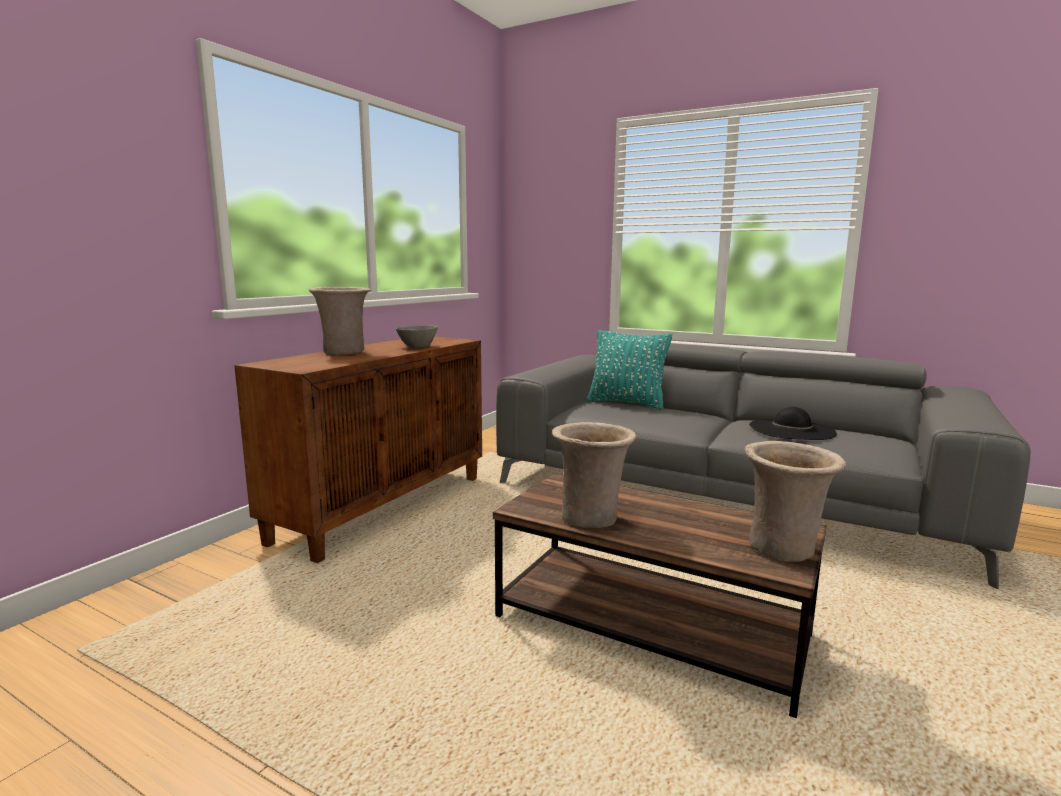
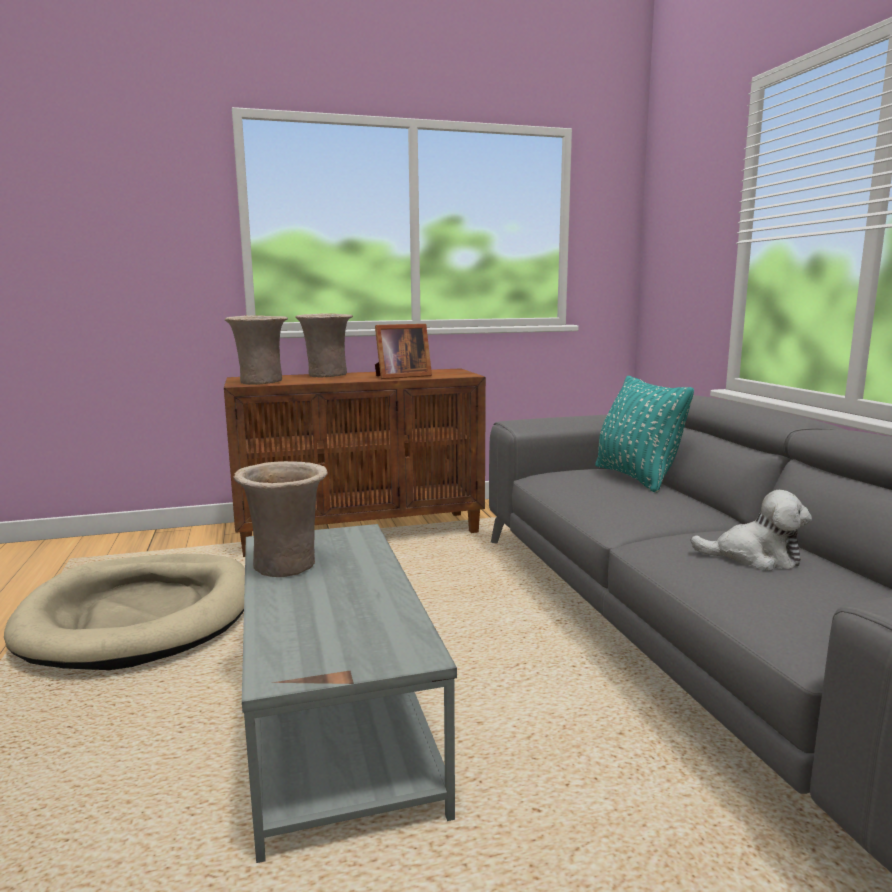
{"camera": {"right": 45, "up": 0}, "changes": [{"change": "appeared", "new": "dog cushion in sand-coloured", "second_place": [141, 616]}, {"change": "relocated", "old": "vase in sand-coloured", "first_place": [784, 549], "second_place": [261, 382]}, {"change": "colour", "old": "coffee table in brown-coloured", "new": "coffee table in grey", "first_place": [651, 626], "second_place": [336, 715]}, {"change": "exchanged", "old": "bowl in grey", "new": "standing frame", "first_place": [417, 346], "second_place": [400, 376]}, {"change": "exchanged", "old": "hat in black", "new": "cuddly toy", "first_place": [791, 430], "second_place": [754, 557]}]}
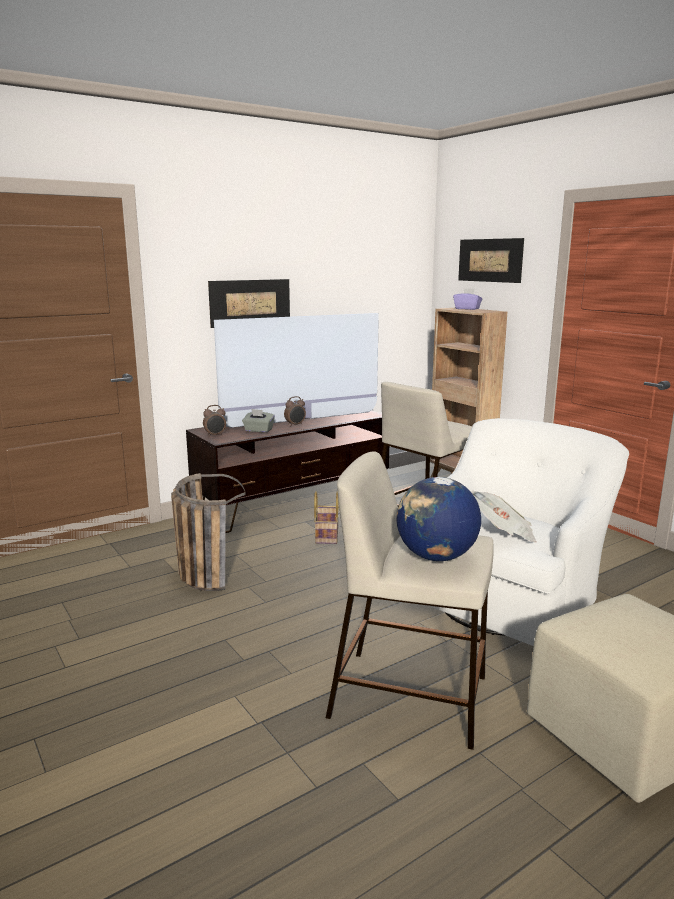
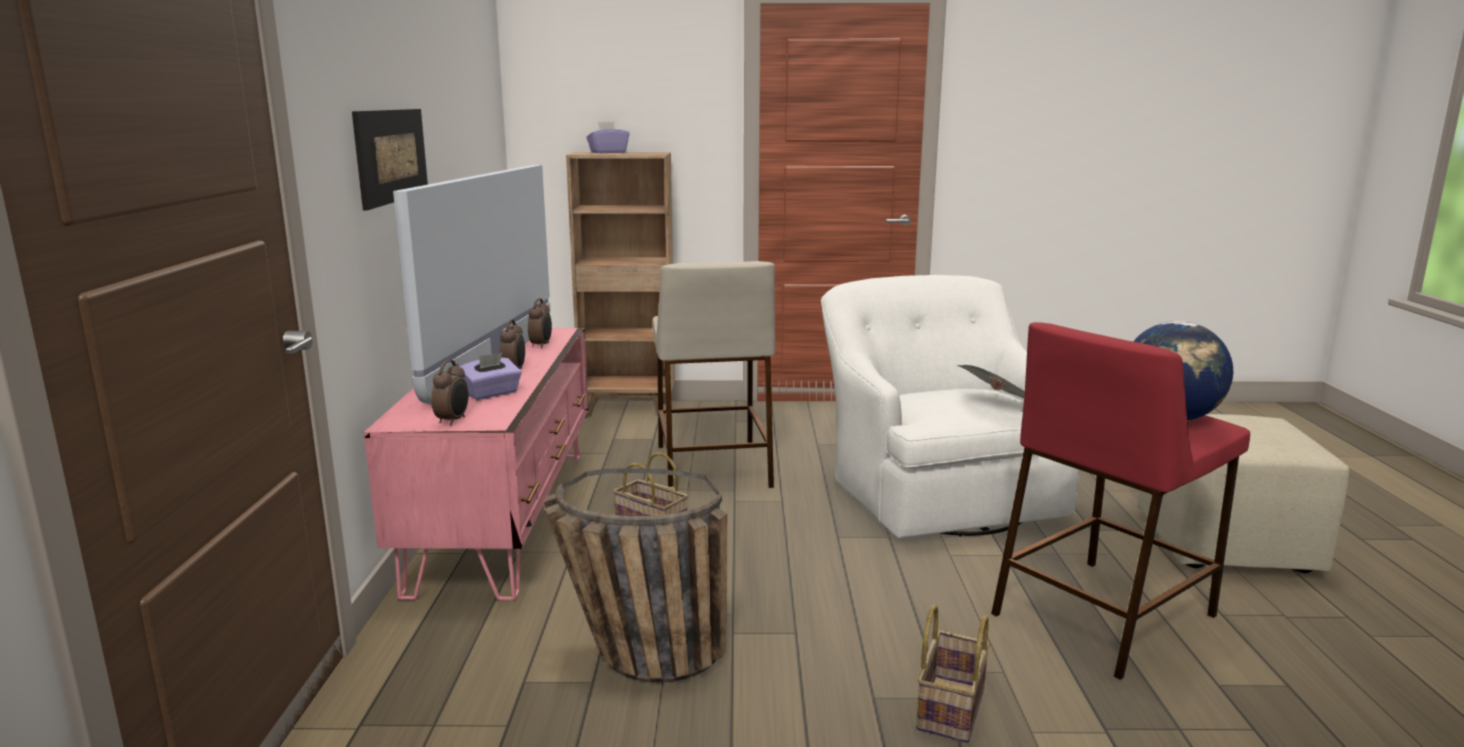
{"camera": {"right": -55, "up": 0}, "changes": [{"change": "colour", "old": "tv stand in brown-coloured", "new": "tv stand in pinkish", "first_place": [294, 504], "second_place": [505, 516]}, {"change": "colour", "old": "tissue box in grey", "new": "tissue box in purple-coloured", "first_place": [258, 430], "second_place": [491, 393]}, {"change": "appeared", "new": "alarm clock", "second_place": [541, 345]}, {"change": "appeared", "new": "basket", "second_place": [949, 707]}, {"change": "colour", "old": "stool seat in sand-coloured", "new": "stool seat in red", "first_place": [411, 696], "second_place": [1104, 613]}, {"change": "missing", "old": "wall art", "first_place": [490, 260]}]}
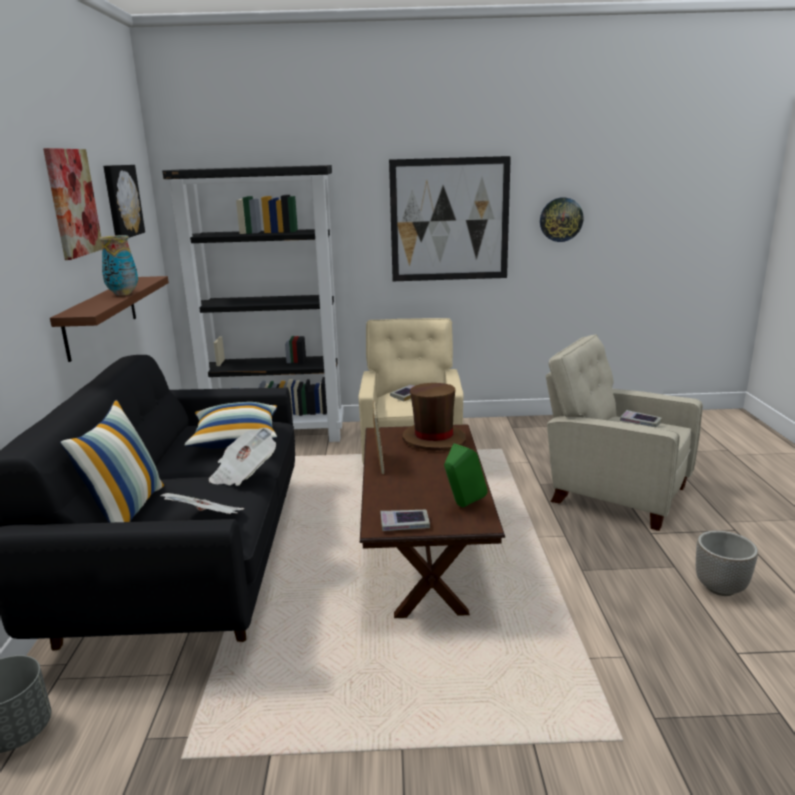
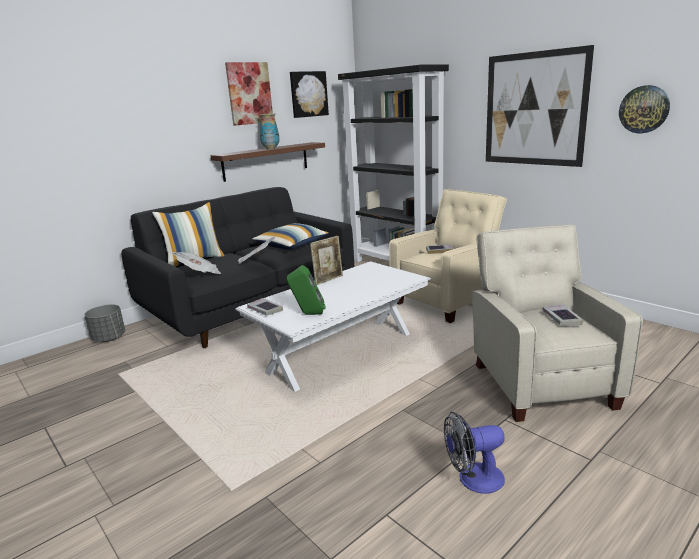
{"camera": {"right": 50, "up": 0}, "changes": [{"change": "colour", "old": "coffee table in brown-coloured", "new": "coffee table in white-coloured", "first_place": [424, 551], "second_place": [341, 353]}, {"change": "exchanged", "old": "planter", "new": "fan", "first_place": [721, 588], "second_place": [473, 479]}, {"change": "missing", "old": "hat in brown-coloured", "first_place": [434, 439]}]}
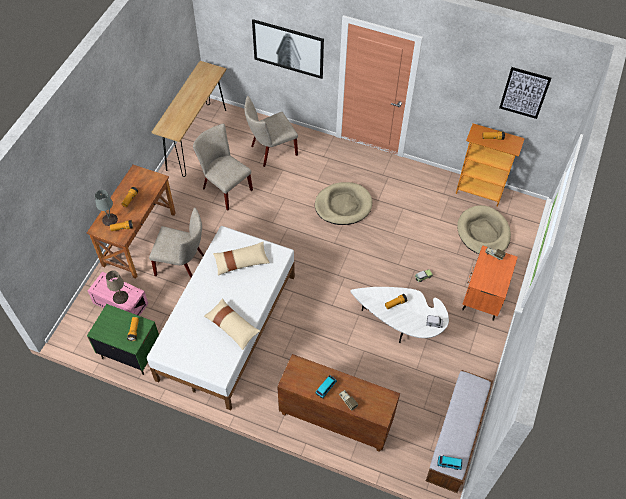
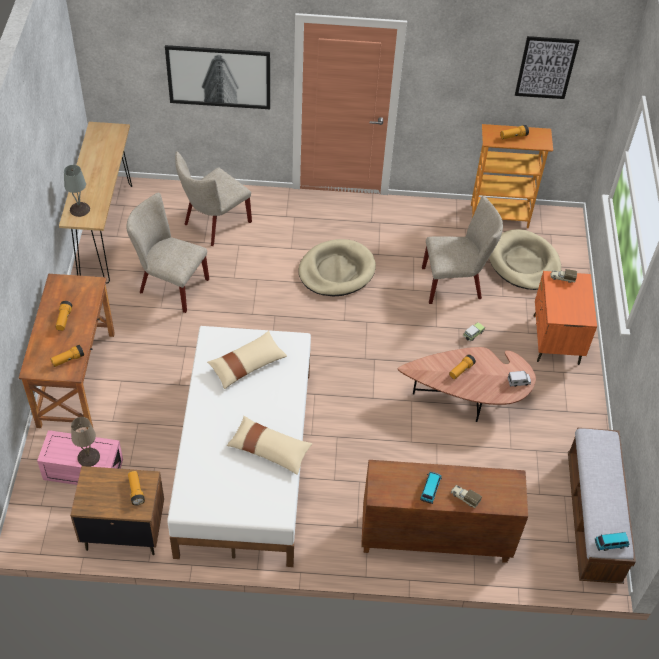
{"camera": {"right": -20, "up": -5}, "changes": [{"change": "relocated", "old": "table lamp in grey", "first_place": [110, 219], "second_place": [80, 209]}, {"change": "colour", "old": "night table in green-coloured", "new": "night table in brown-coloured", "first_place": [130, 352], "second_place": [123, 530]}, {"change": "colour", "old": "coffee table in white-coloured", "new": "coffee table in brown-coloured", "first_place": [401, 323], "second_place": [469, 398]}, {"change": "relocated", "old": "upright chair in sand-coloured", "first_place": [183, 264], "second_place": [456, 283]}]}
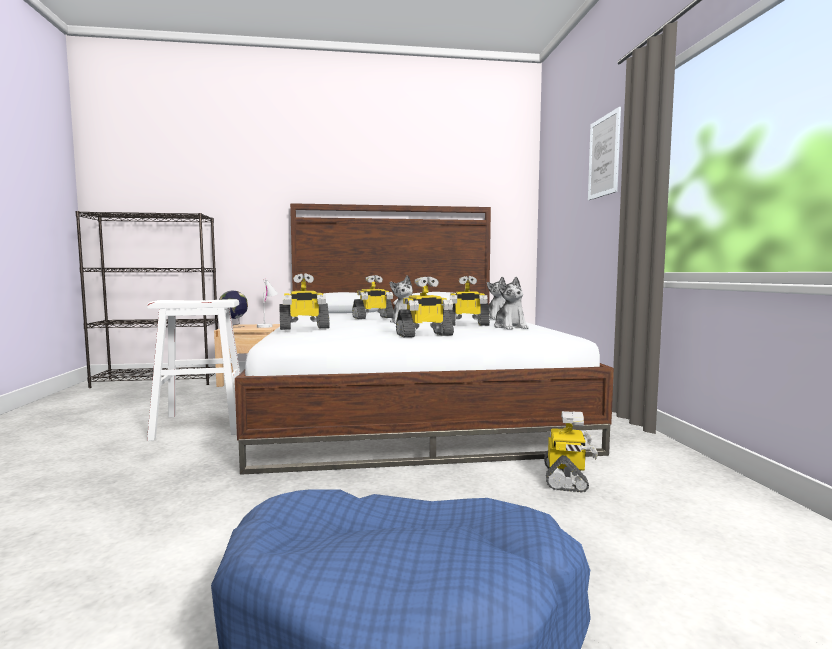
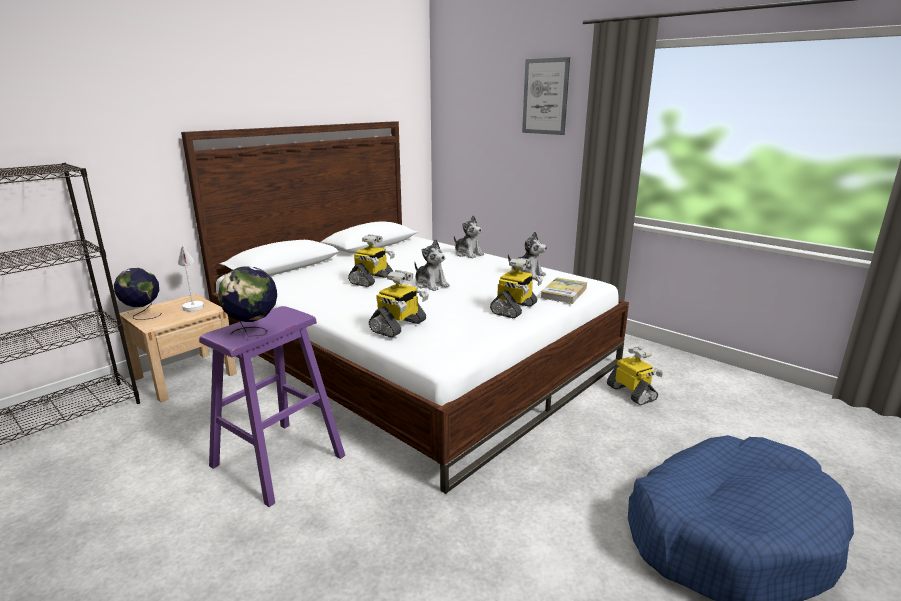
{"camera": {"right": -40, "up": 15}, "changes": [{"change": "colour", "old": "stool seat in white-coloured", "new": "stool seat in purple-coloured", "first_place": [201, 424], "second_place": [278, 460]}, {"change": "appeared", "new": "globe", "second_place": [253, 333]}, {"change": "appeared", "new": "volume", "second_place": [564, 293]}, {"change": "missing", "old": "robot figure", "first_place": [466, 324]}]}
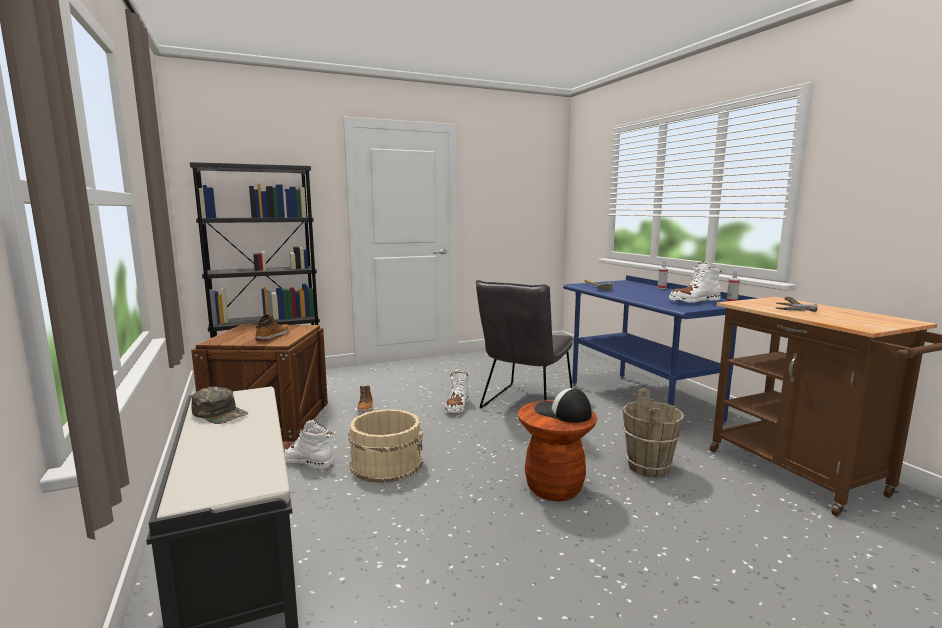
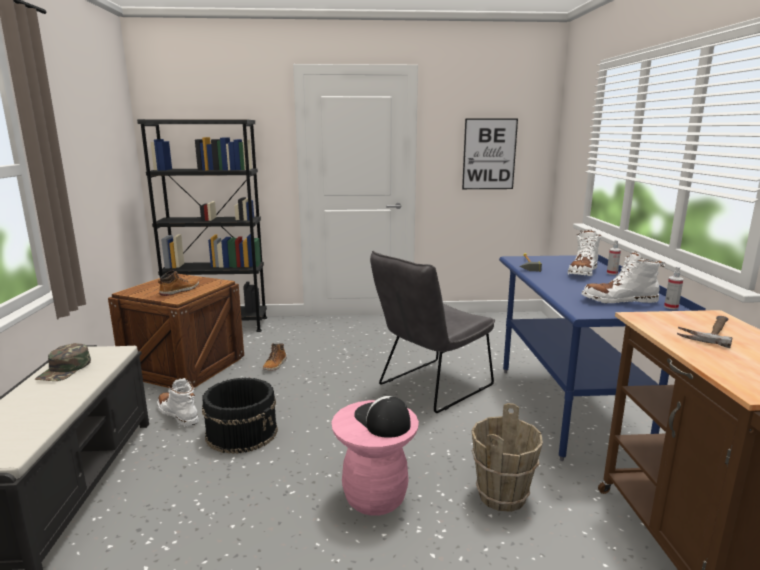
{"camera": {"right": 20, "up": 5}, "changes": [{"change": "spun", "old": "cap in green-coloured", "first_place": [220, 413], "second_place": [65, 370], "degrees": 45}, {"change": "colour", "old": "bucket in sand-coloured", "new": "bucket in black", "first_place": [386, 464], "second_place": [242, 432]}, {"change": "colour", "old": "stool seat in brown-coloured", "new": "stool seat in pinkish", "first_place": [554, 488], "second_place": [375, 497]}, {"change": "appeared", "new": "wall art", "second_place": [489, 154]}, {"change": "relocated", "old": "boot in white-coloured", "first_place": [457, 406], "second_place": [582, 272]}]}
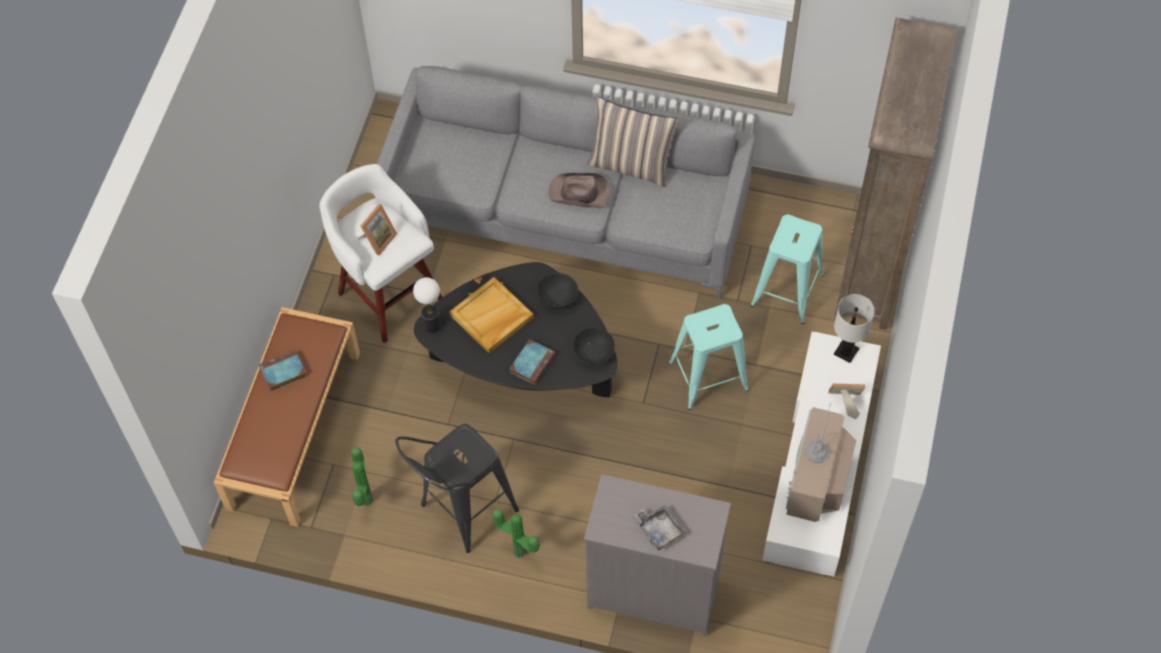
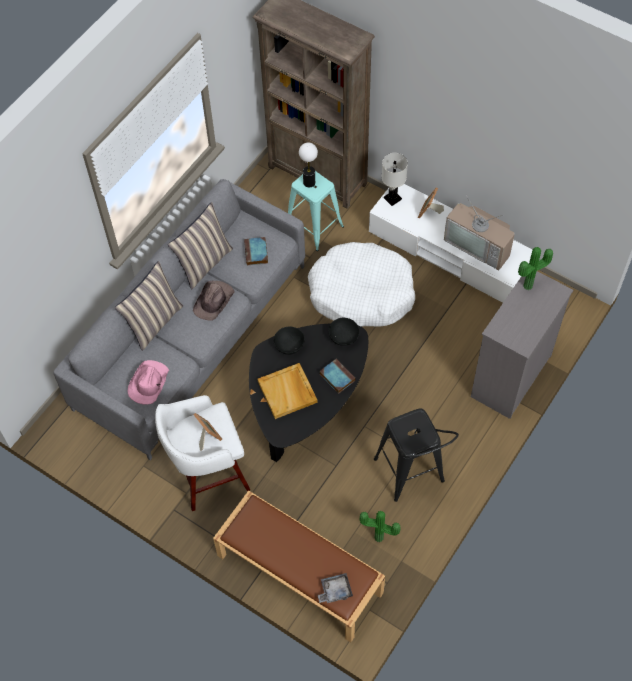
{"camera": {"right": -70, "up": 0}, "changes": [{"change": "appeared", "new": "throw pillow", "second_place": [154, 322]}, {"change": "appeared", "new": "hat in pinkish", "second_place": [148, 383]}, {"change": "relocated", "old": "volume", "first_place": [282, 373], "second_place": [256, 253]}, {"change": "relocated", "old": "table lamp", "first_place": [432, 325], "second_place": [309, 182]}, {"change": "exchanged", "old": "stool seat in turquoise", "new": "dog cushion in white-coloured", "first_place": [708, 376], "second_place": [361, 293]}, {"change": "relocated", "old": "tray in grey", "first_place": [659, 530], "second_place": [335, 590]}, {"change": "relocated", "old": "houseplant", "first_place": [518, 554], "second_place": [529, 287]}]}
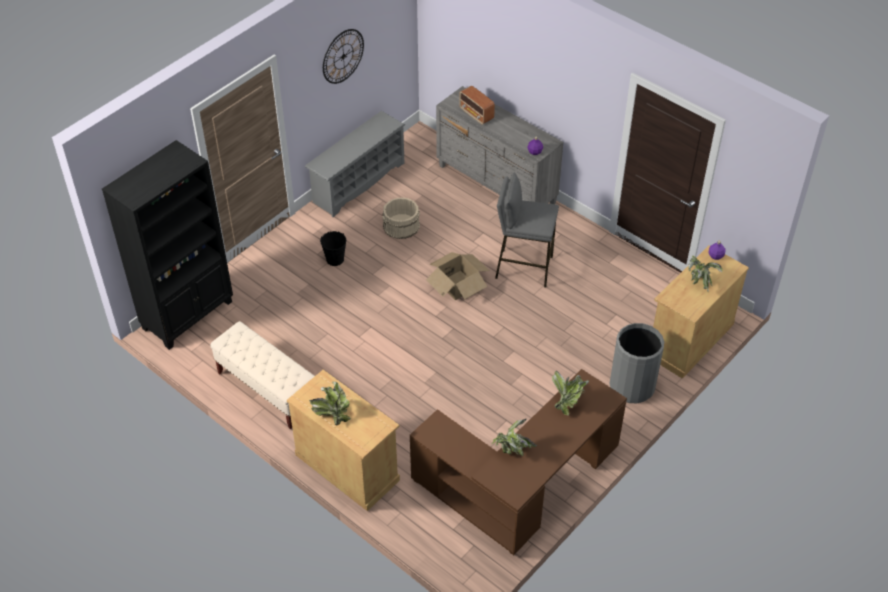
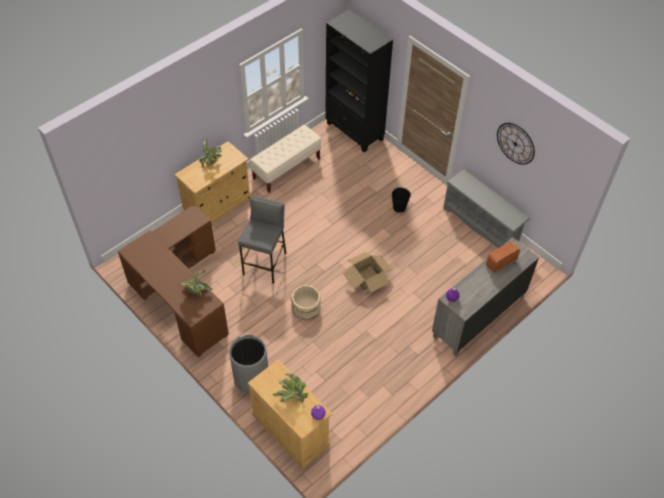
{"camera": {"right": 95, "up": 5}, "changes": [{"change": "relocated", "old": "stool seat in grey", "first_place": [523, 267], "second_place": [265, 264]}, {"change": "relocated", "old": "bucket in sand-coloured", "first_place": [401, 226], "second_place": [305, 307]}, {"change": "missing", "old": "houseplant", "first_place": [511, 449]}]}
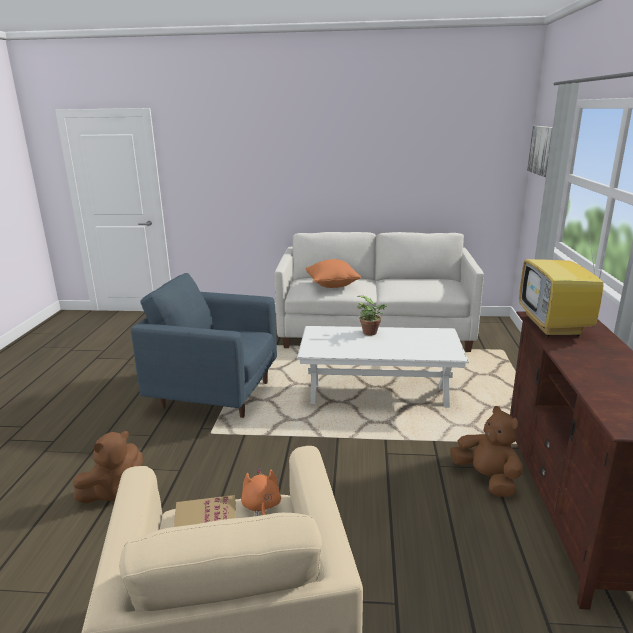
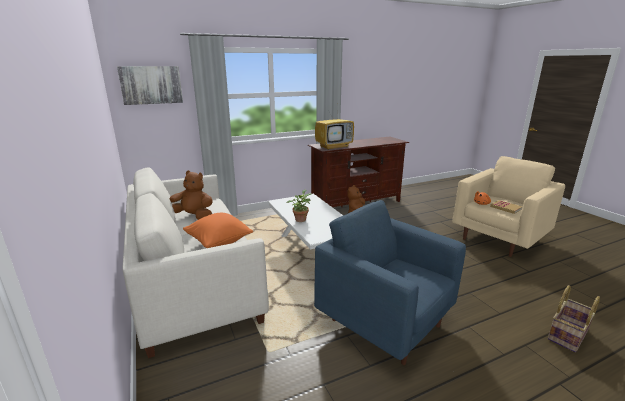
{"camera": {"right": -120, "up": 0}, "changes": [{"change": "relocated", "old": "cuddly toy in brown-coloured", "first_place": [114, 491], "second_place": [193, 216]}, {"change": "spun", "old": "armchair in blue", "first_place": [216, 395], "second_place": [385, 323], "degrees": 150}, {"change": "appeared", "new": "basket", "second_place": [568, 335]}]}
